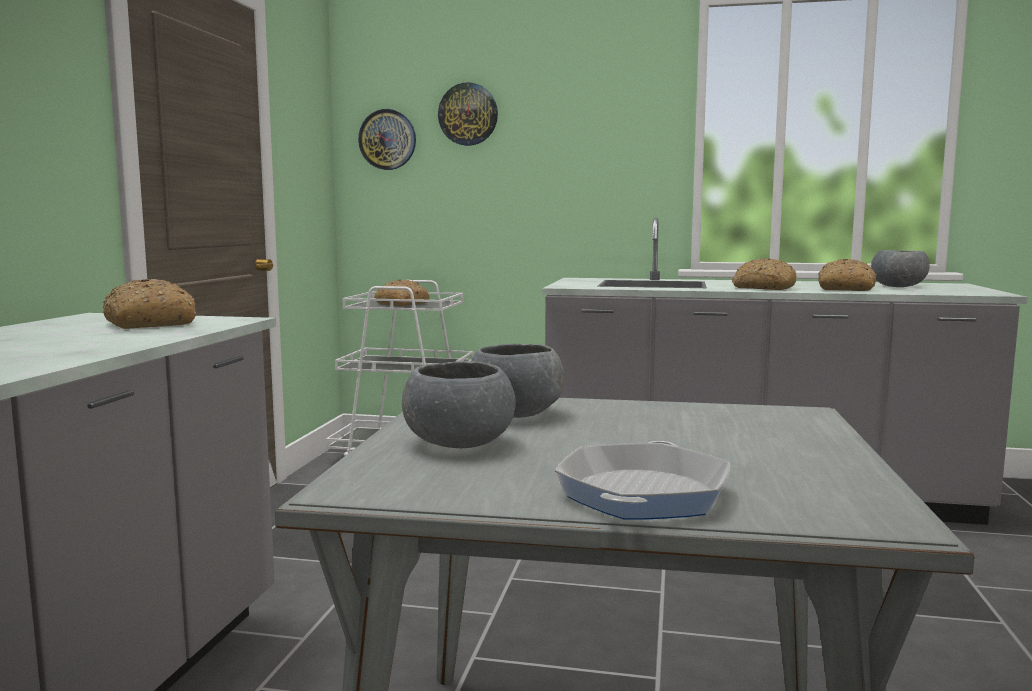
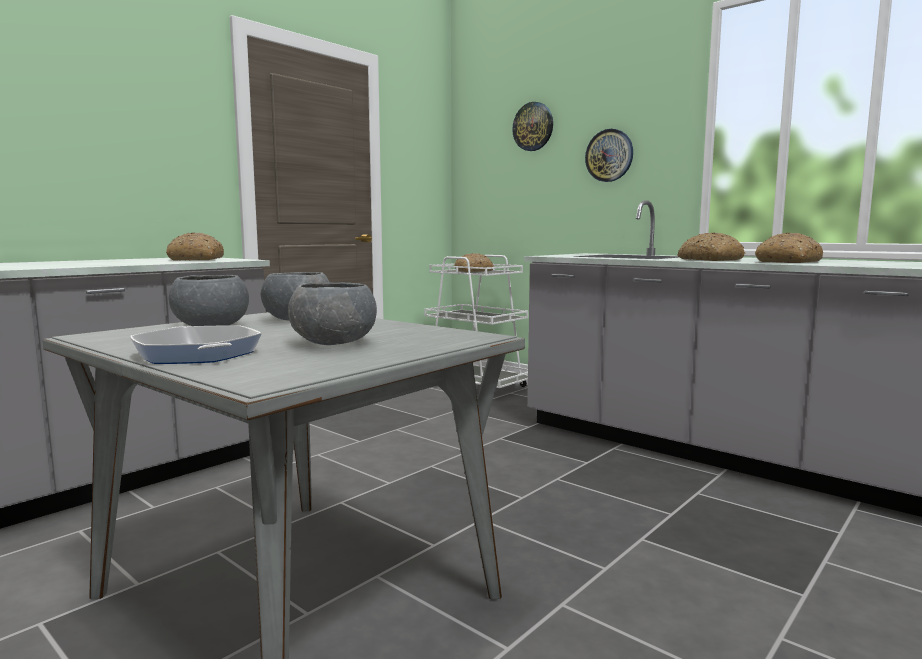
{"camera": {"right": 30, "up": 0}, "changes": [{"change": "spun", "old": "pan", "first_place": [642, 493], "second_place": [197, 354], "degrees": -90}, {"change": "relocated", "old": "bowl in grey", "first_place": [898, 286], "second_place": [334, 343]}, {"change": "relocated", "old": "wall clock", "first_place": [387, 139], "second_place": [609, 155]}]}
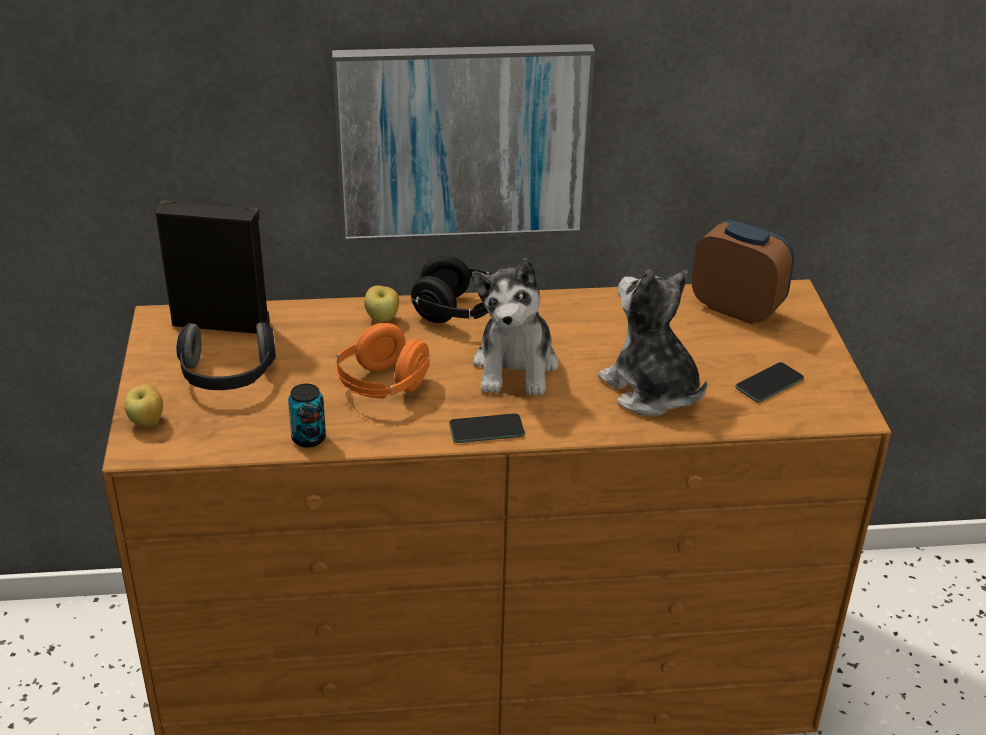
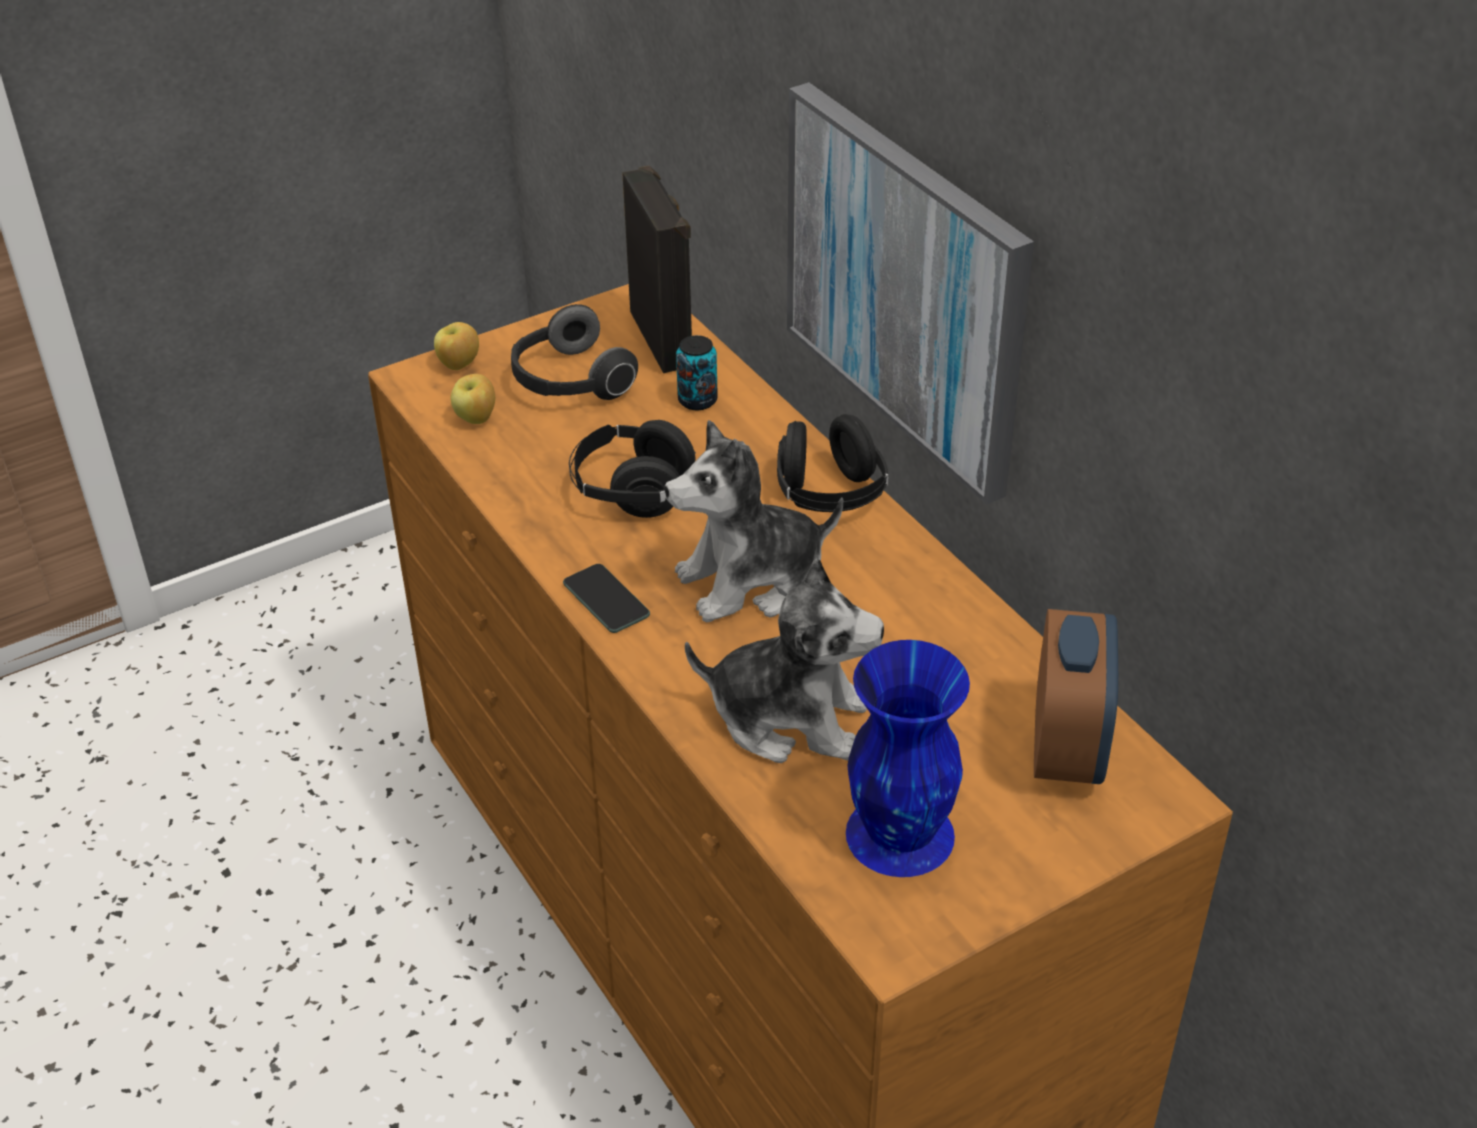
{"camera": {"right": 65, "up": 5}, "changes": [{"change": "relocated", "old": "whole apple", "first_place": [382, 319], "second_place": [476, 419]}, {"change": "colour", "old": "headset in orange-coloured", "new": "headset in black", "first_place": [382, 386], "second_place": [631, 492]}, {"change": "relocated", "old": "metal can", "first_place": [308, 438], "second_place": [697, 400]}, {"change": "spun", "old": "cuddly toy", "first_place": [651, 391], "second_place": [790, 717], "degrees": 75}, {"change": "exchanged", "old": "telephone", "new": "vase in blue", "first_place": [769, 383], "second_place": [900, 832]}]}
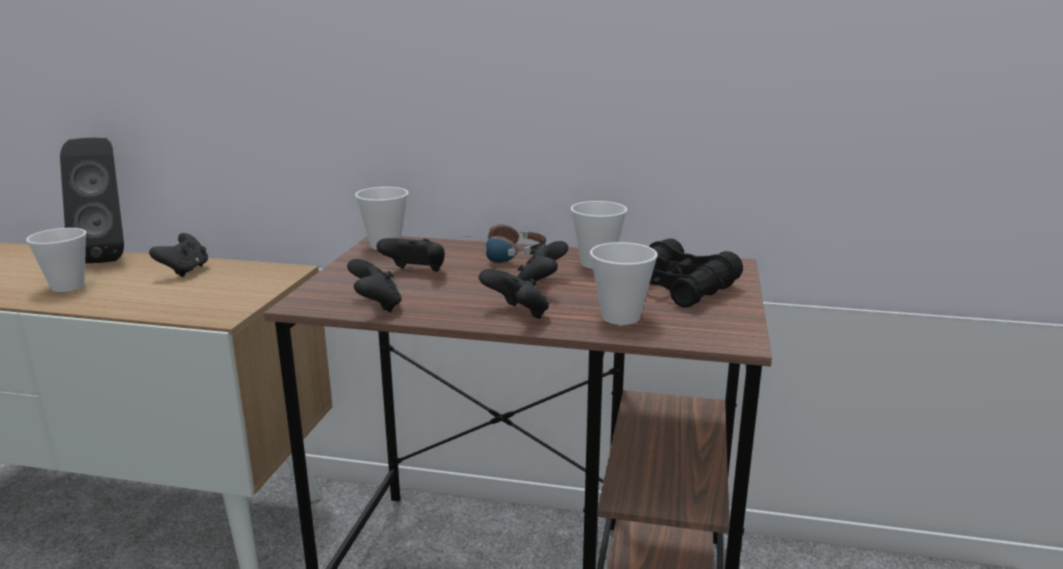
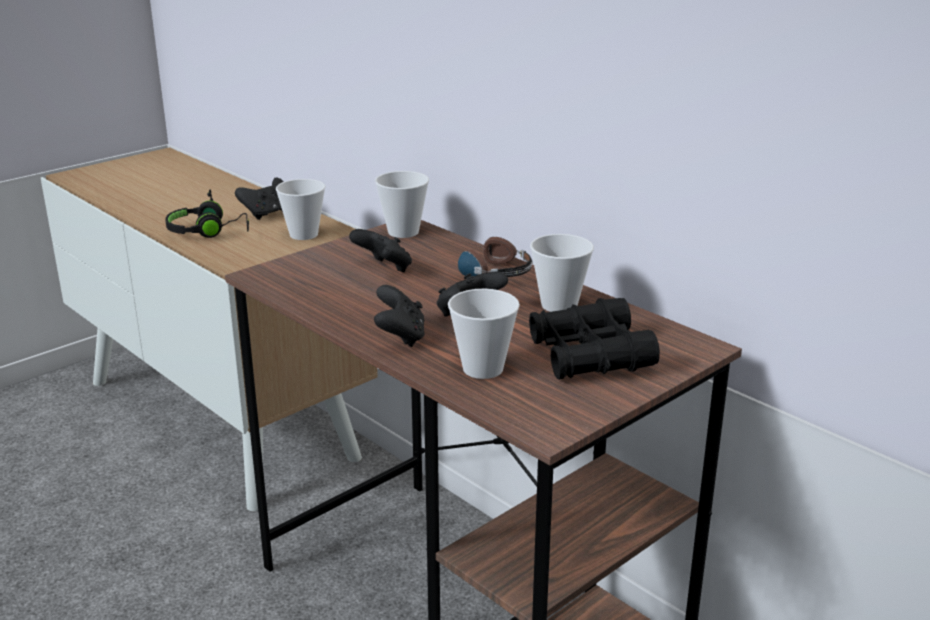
{"camera": {"right": 35, "up": 5}, "changes": [{"change": "appeared", "new": "headset in black", "second_place": [208, 232]}, {"change": "relocated", "old": "cup", "first_place": [68, 286], "second_place": [304, 234]}, {"change": "missing", "old": "loudspeaker in black", "first_place": [109, 256]}, {"change": "missing", "old": "joypad in black", "first_place": [376, 306]}]}
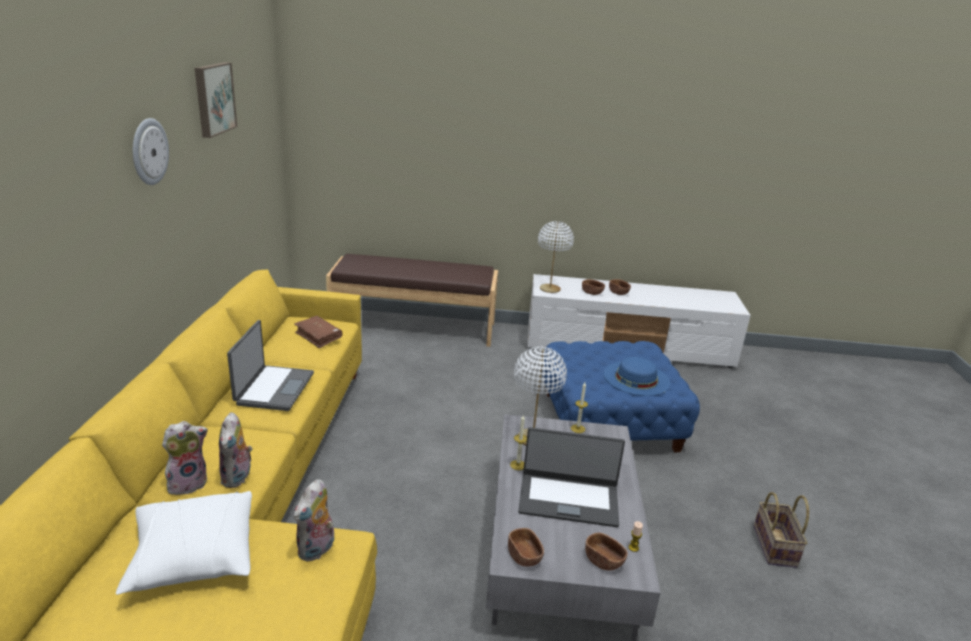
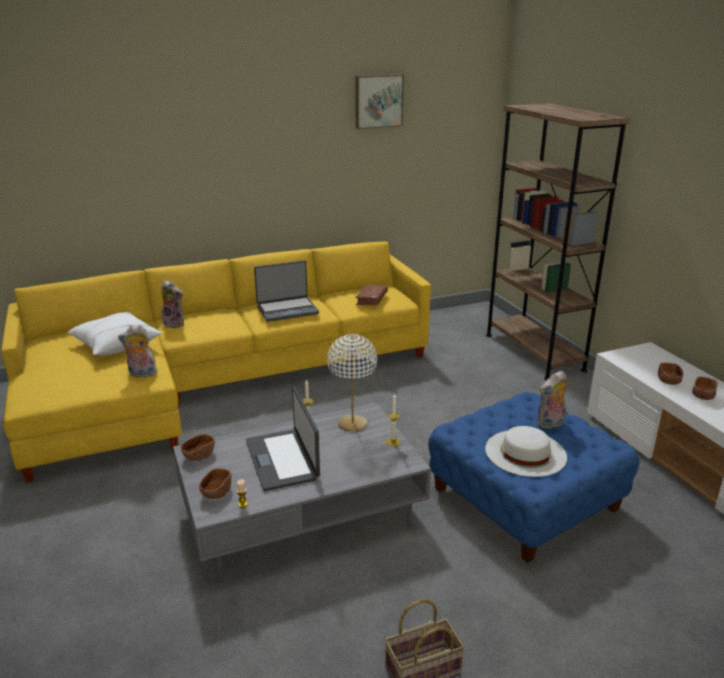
{"camera": {"right": 65, "up": 0}, "changes": [{"change": "colour", "old": "hat in blue", "new": "hat in white-coloured", "first_place": [636, 378], "second_place": [525, 452]}, {"change": "exchanged", "old": "indoor bench in brown-coloured", "new": "bookshelf in brown-coloured", "first_place": [413, 326], "second_place": [533, 352]}, {"change": "relocated", "old": "cuddly toy", "first_place": [238, 478], "second_place": [550, 424]}, {"change": "missing", "old": "wall clock", "first_place": [149, 151]}, {"change": "missing", "old": "table lamp in white-coloured", "first_place": [549, 289]}]}
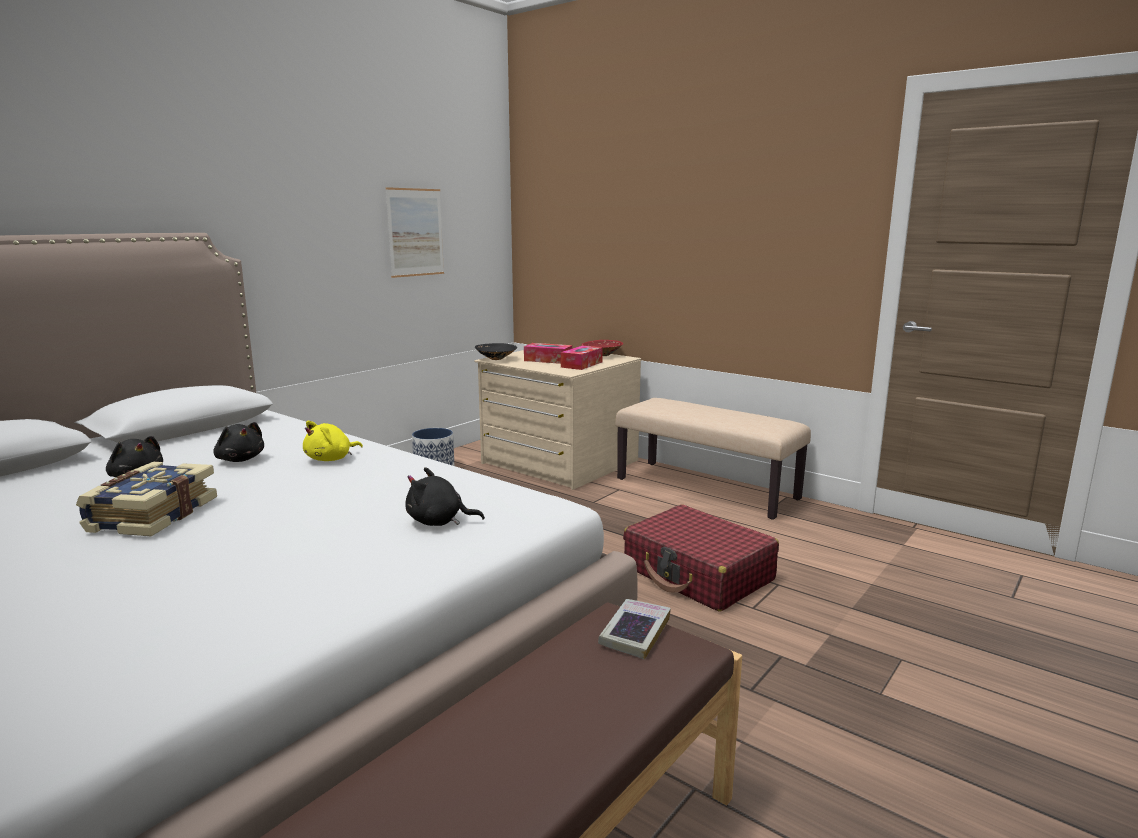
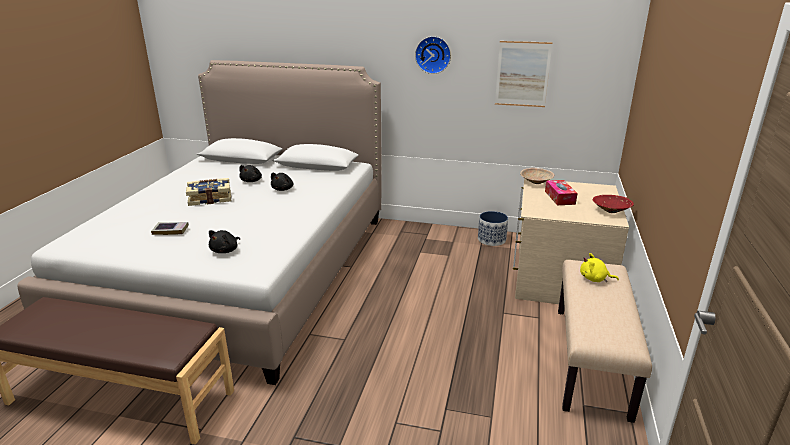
{"camera": {"right": 65, "up": 10}, "changes": [{"change": "relocated", "old": "volume", "first_place": [635, 633], "second_place": [170, 230]}, {"change": "spun", "old": "cuddly toy in black", "first_place": [439, 522], "second_place": [225, 250], "degrees": -135}, {"change": "appeared", "new": "wall clock", "second_place": [433, 54]}, {"change": "colour", "old": "bowl in black", "new": "bowl in sand-coloured", "first_place": [496, 359], "second_place": [535, 183]}, {"change": "relocated", "old": "cuddly toy in yellowish", "first_place": [331, 459], "second_place": [595, 279]}, {"change": "missing", "old": "tissue box", "first_place": [581, 364]}, {"change": "missing", "old": "piece of luggage in red", "first_place": [698, 574]}]}
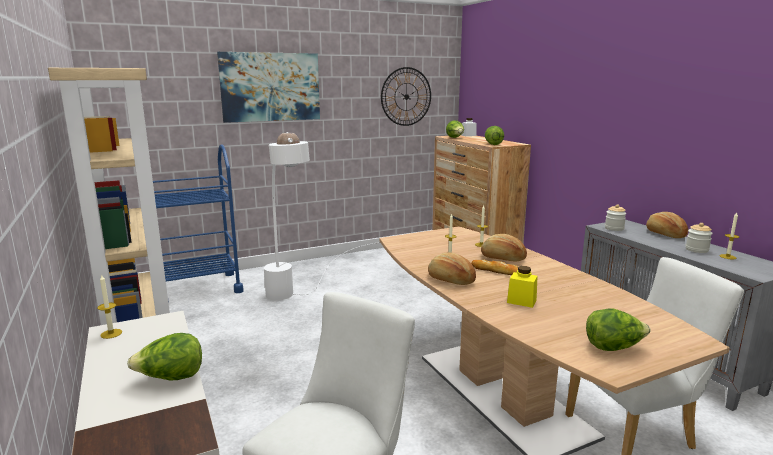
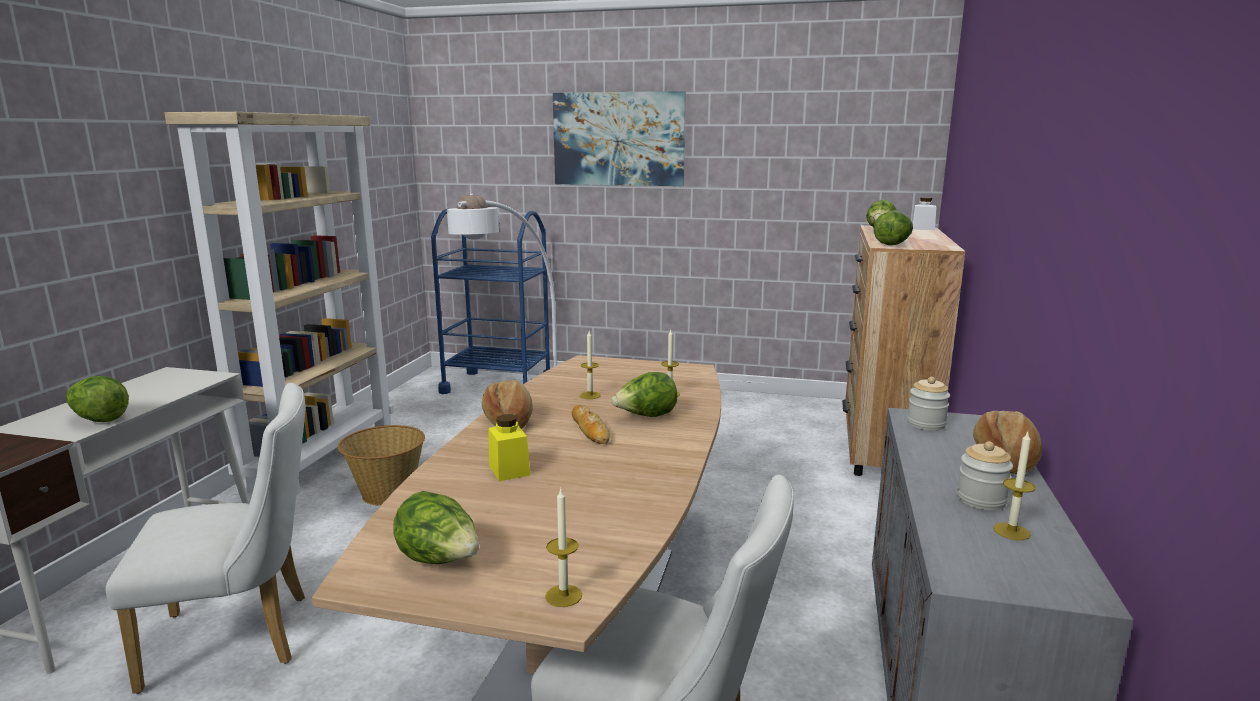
{"camera": {"right": 40, "up": 0}, "changes": [{"change": "appeared", "new": "basket", "second_place": [387, 494]}, {"change": "relocated", "old": "wax light", "first_place": [111, 333], "second_place": [563, 596]}, {"change": "exchanged", "old": "bread", "new": "lettuce", "first_place": [502, 258], "second_place": [646, 417]}, {"change": "missing", "old": "wall clock", "first_place": [406, 96]}]}
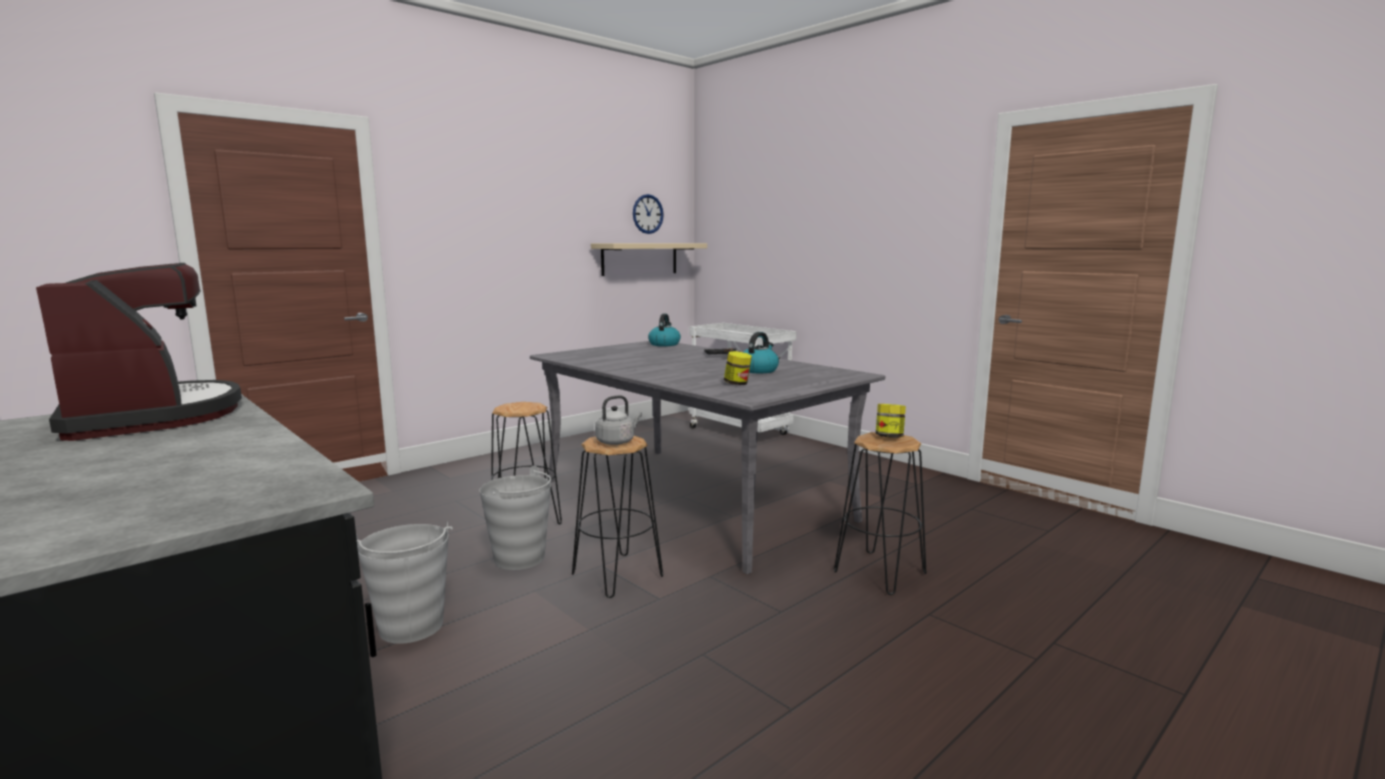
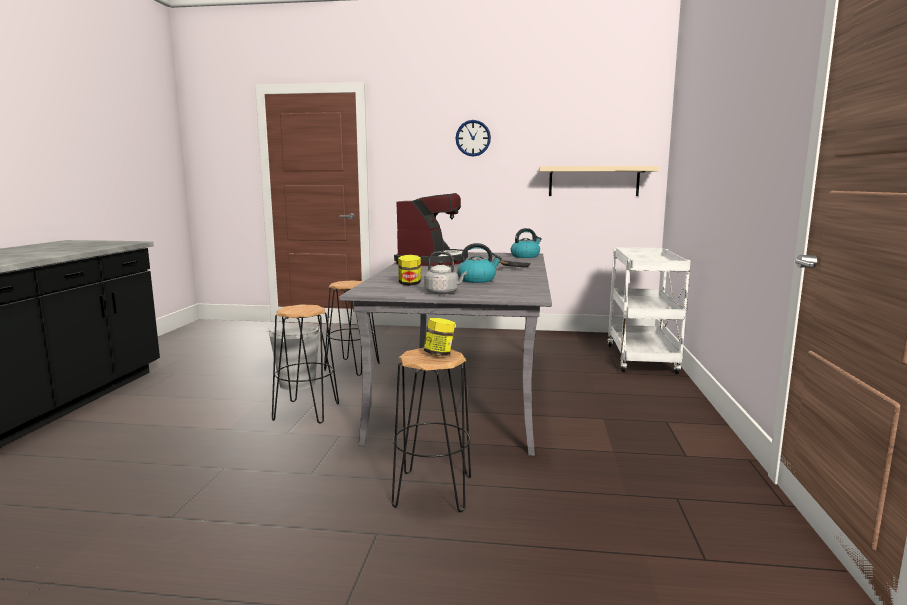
{"camera": {"right": 50, "up": 0}, "changes": [{"change": "relocated", "old": "coffee brewer", "first_place": [151, 416], "second_place": [432, 261]}, {"change": "relocated", "old": "water kettle in grey", "first_place": [617, 441], "second_place": [443, 293]}, {"change": "relocated", "old": "wall clock", "first_place": [647, 214], "second_place": [473, 138]}, {"change": "missing", "old": "bucket in grey", "first_place": [411, 627]}]}
